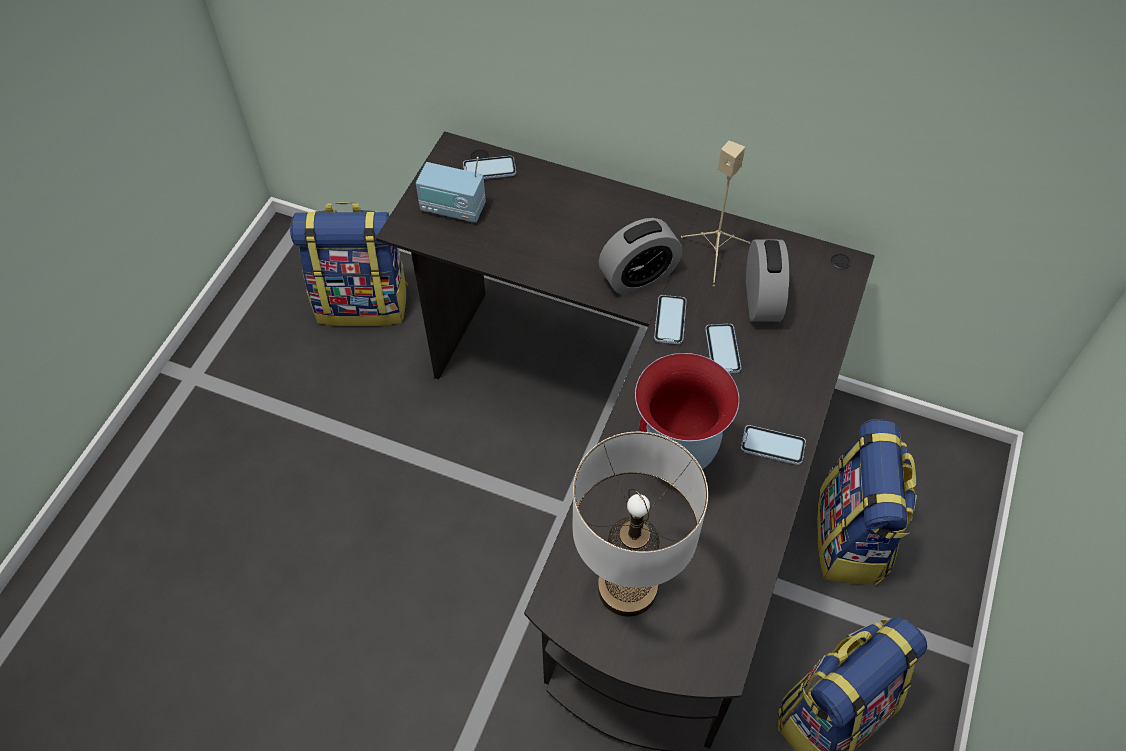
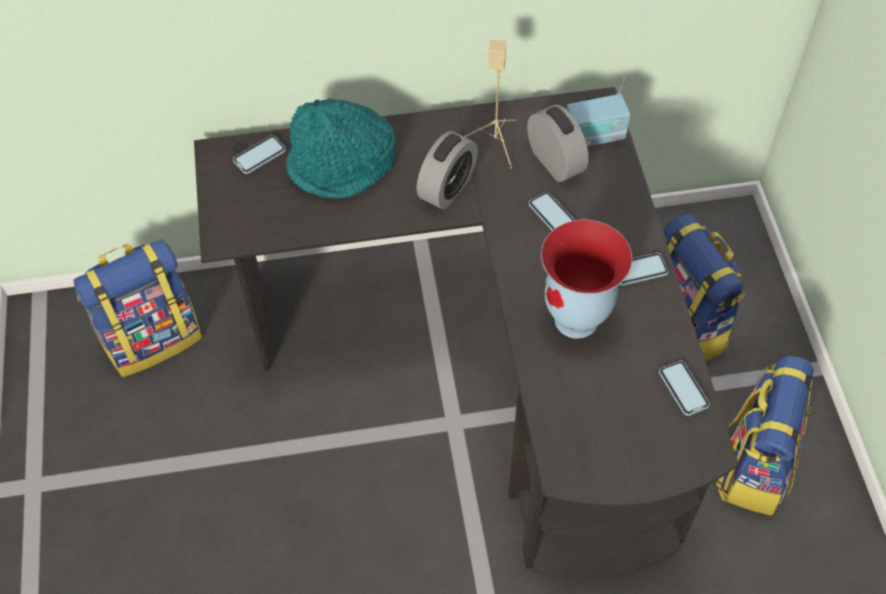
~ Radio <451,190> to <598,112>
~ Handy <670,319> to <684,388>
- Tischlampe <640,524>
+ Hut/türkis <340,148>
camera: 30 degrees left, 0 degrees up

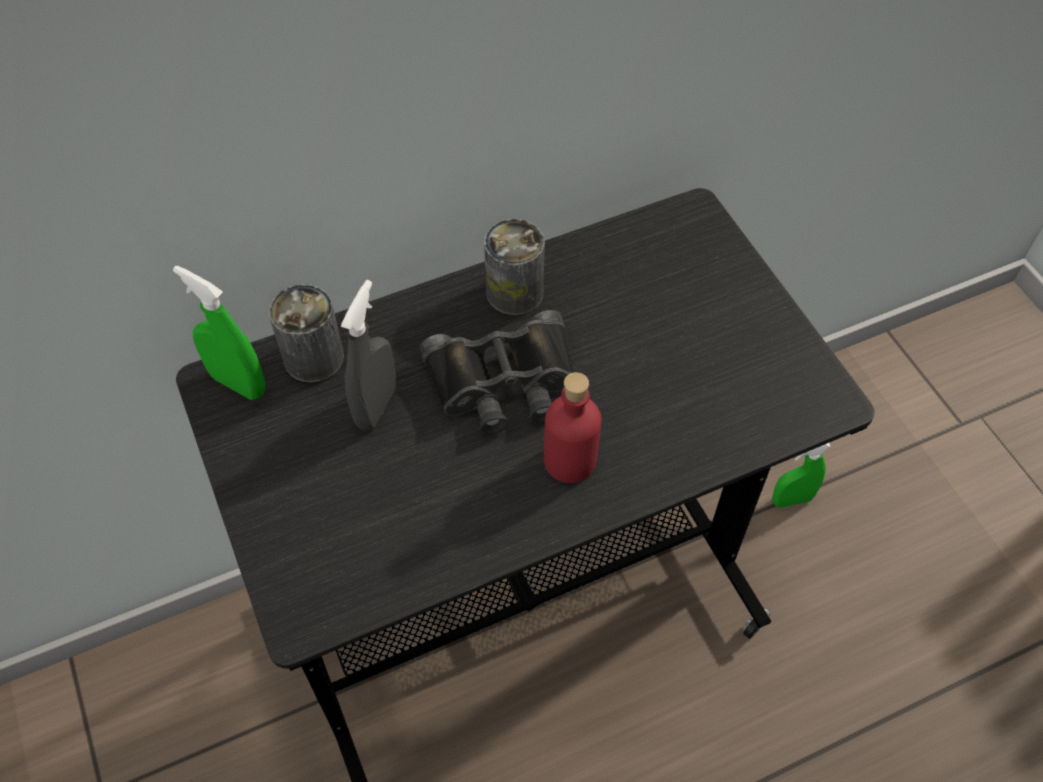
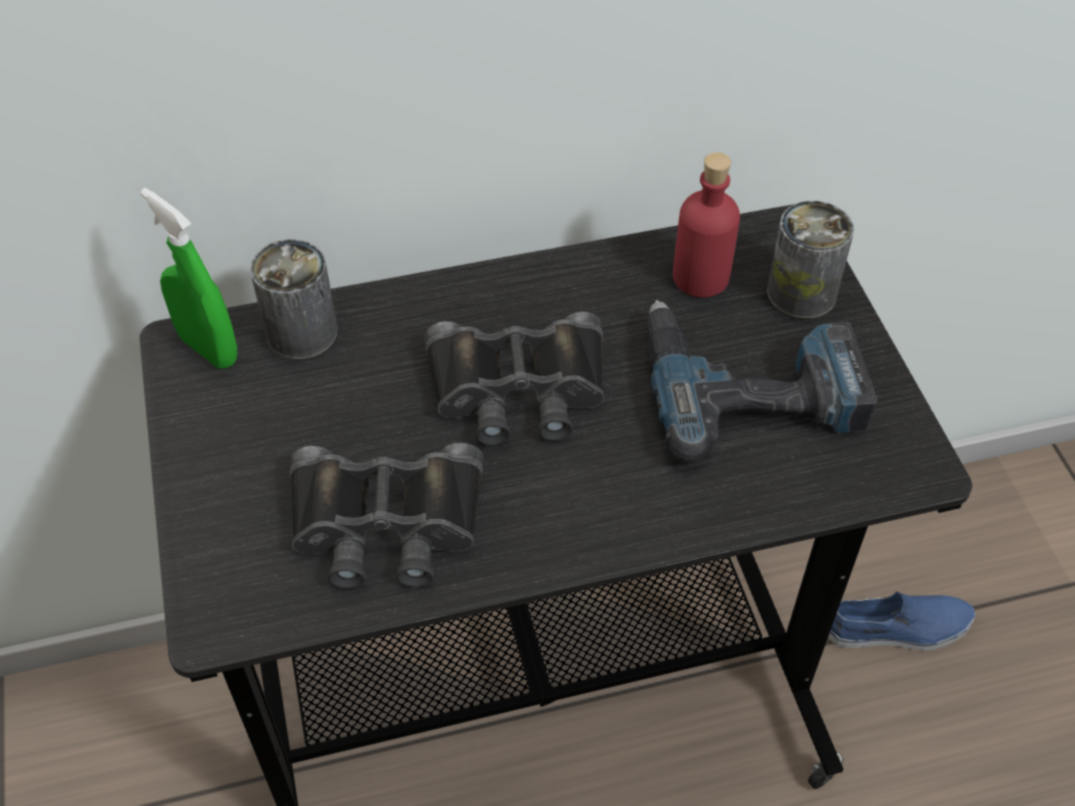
~ Dose <514,267> to <810,260>
- Sprühflasche/grau <368,355>
~ Flasche/rot <573,427> to <706,225>
~ Sprühflasche/grün <801,475> to Schuh/blau <902,621>
+ Bohrmaschine <762,381>
+ Fernglas/schwarz <386,516>
camera: 10 degrees right, 5 degrees down

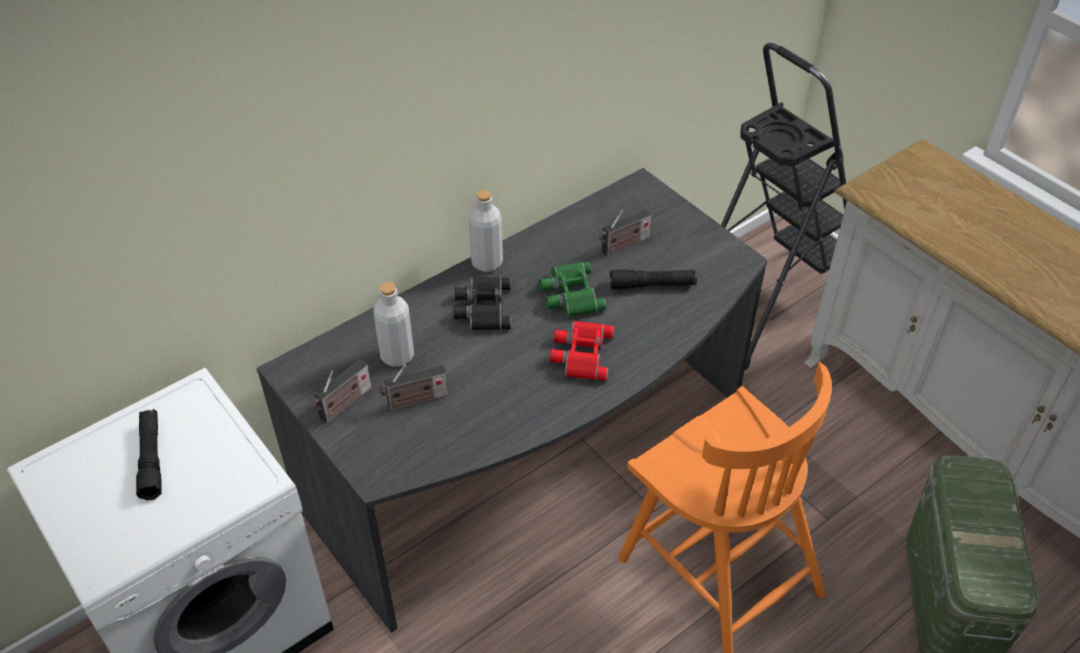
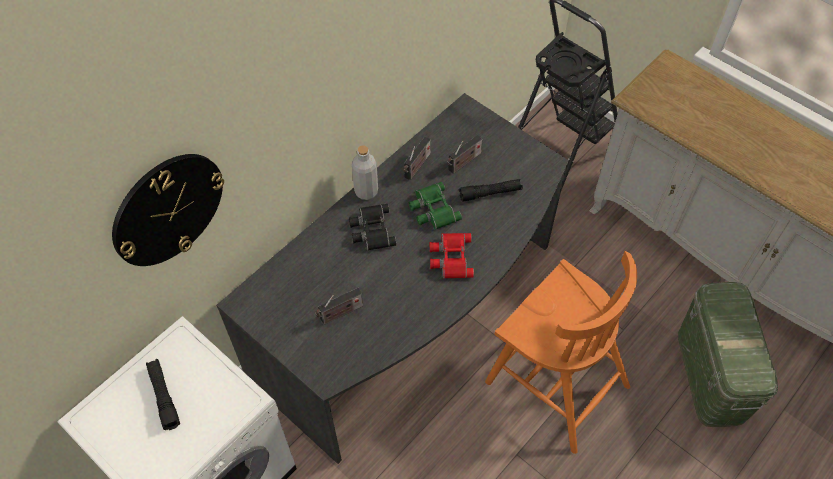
- Flasche/grau <393,324>
~ Radio <342,391> to <417,158>
+ Wanduhr <168,210>
camera: 10 degrees left, 10 degrees up

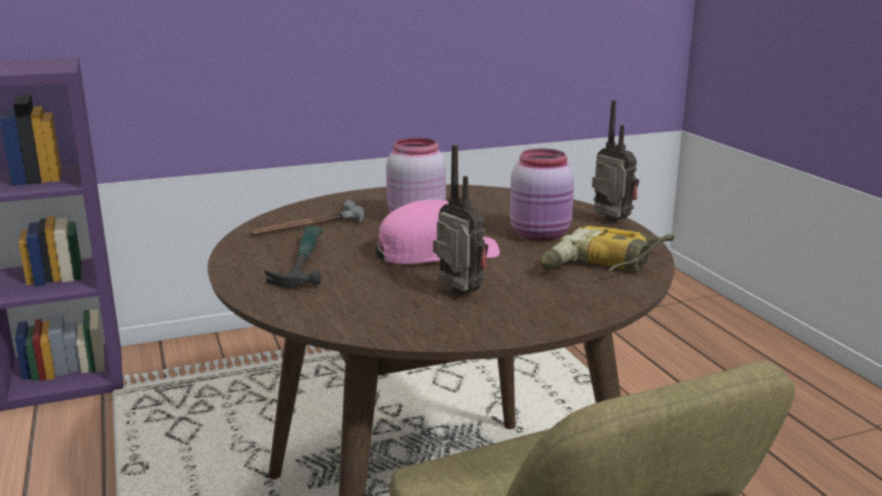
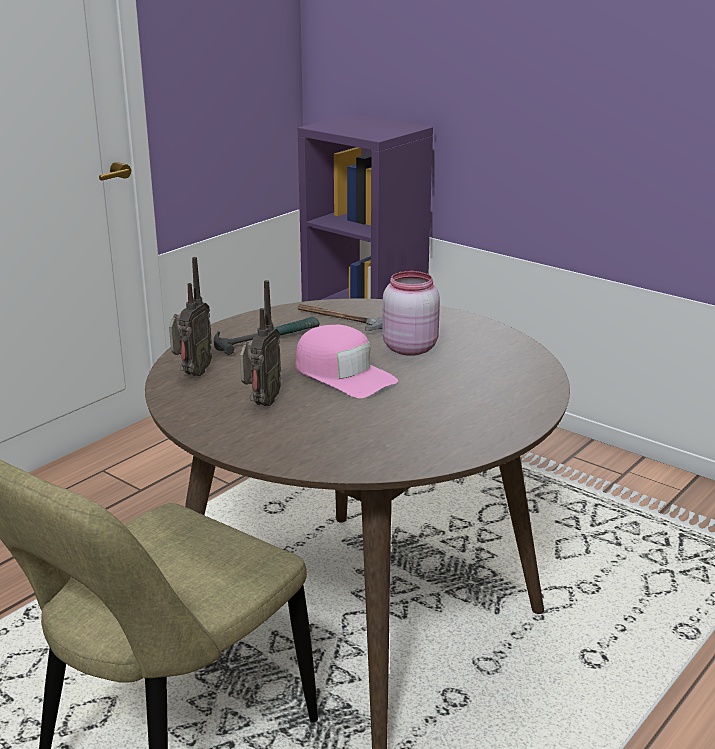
~ Radio <615,161> to <190,316>
- Vorratsglas/rosa <542,194>
- Bohrmaschine <607,249>
camera: 60 degrees right, 5 degrees up

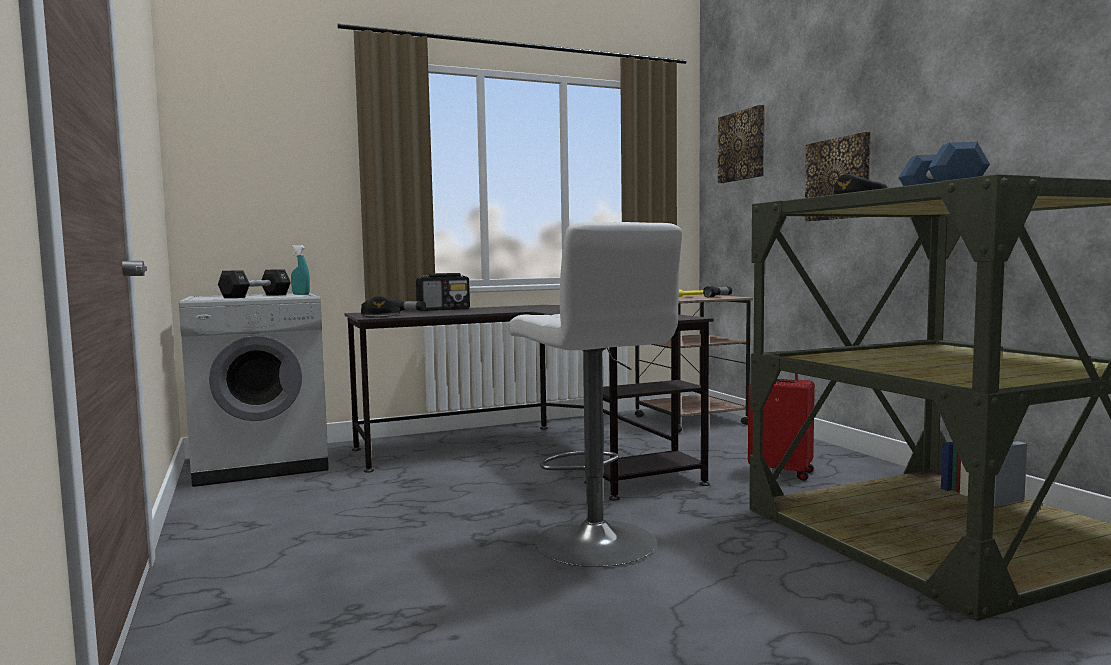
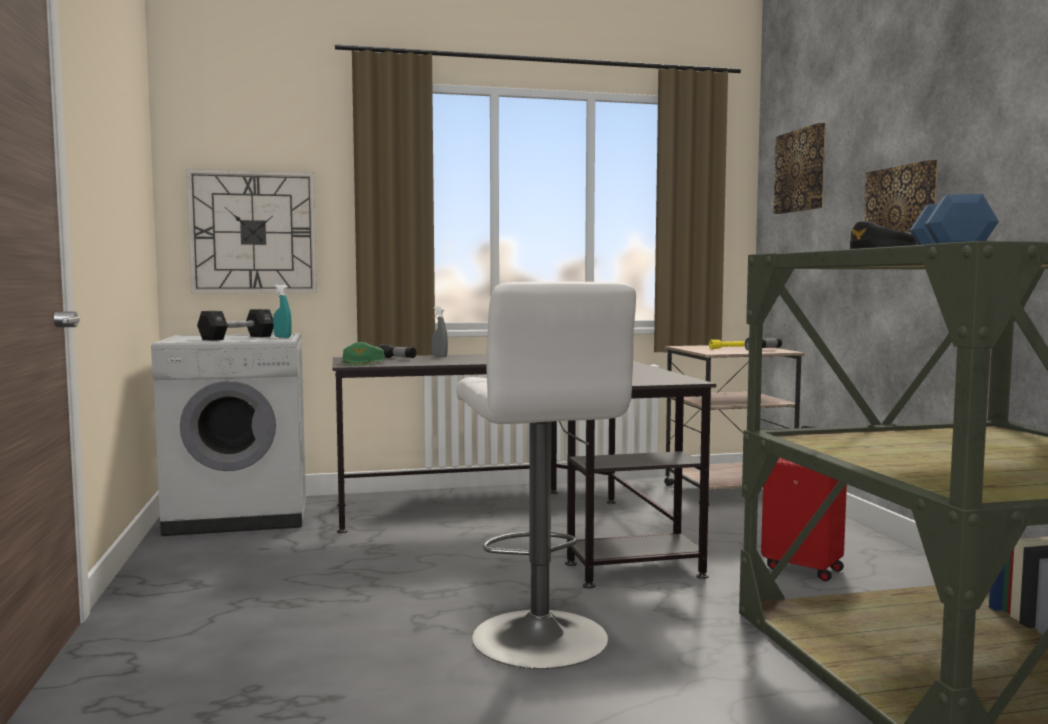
~ Radio <443,292> to Sprühflasche/grau <440,332>
~ Kappe/schwarz <380,307> to Kappe/grün <363,354>
+ Wanduhr <251,231>
camera: 10 degrees right, 0 degrees up

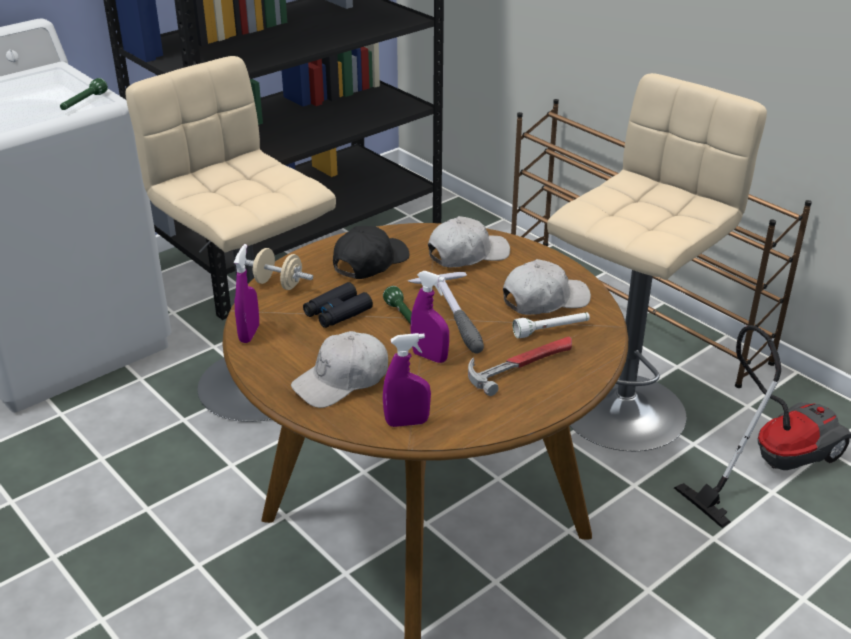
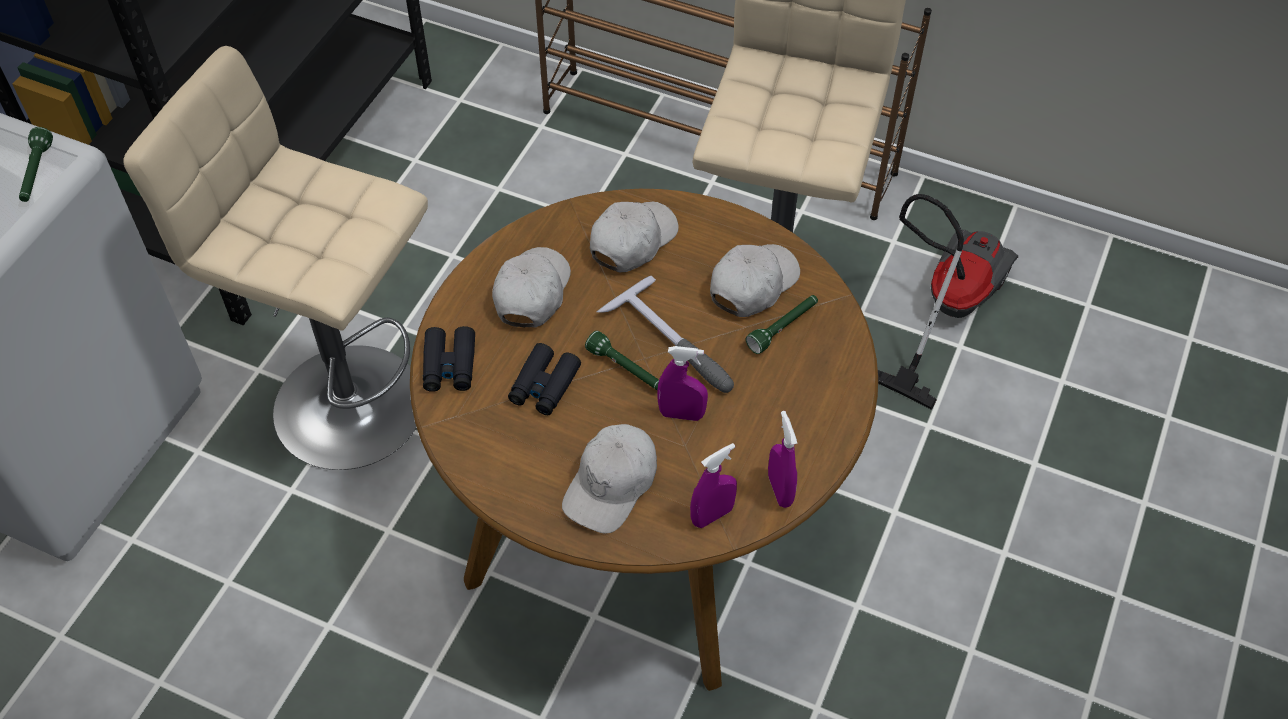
~ Kappe/schwarz <371,252> to Kappe/weiß <531,287>
~ Sprühflasche/lila <246,293> to <782,459>
~ Hantel/beige <279,269> to Fernglas/schwarz <449,359>
~ Taschenlampe/weiß <551,325> to Taschenlampe/grün <782,324>
- Hammer <520,366>
camera: 25 degrees left, 20 degrees up

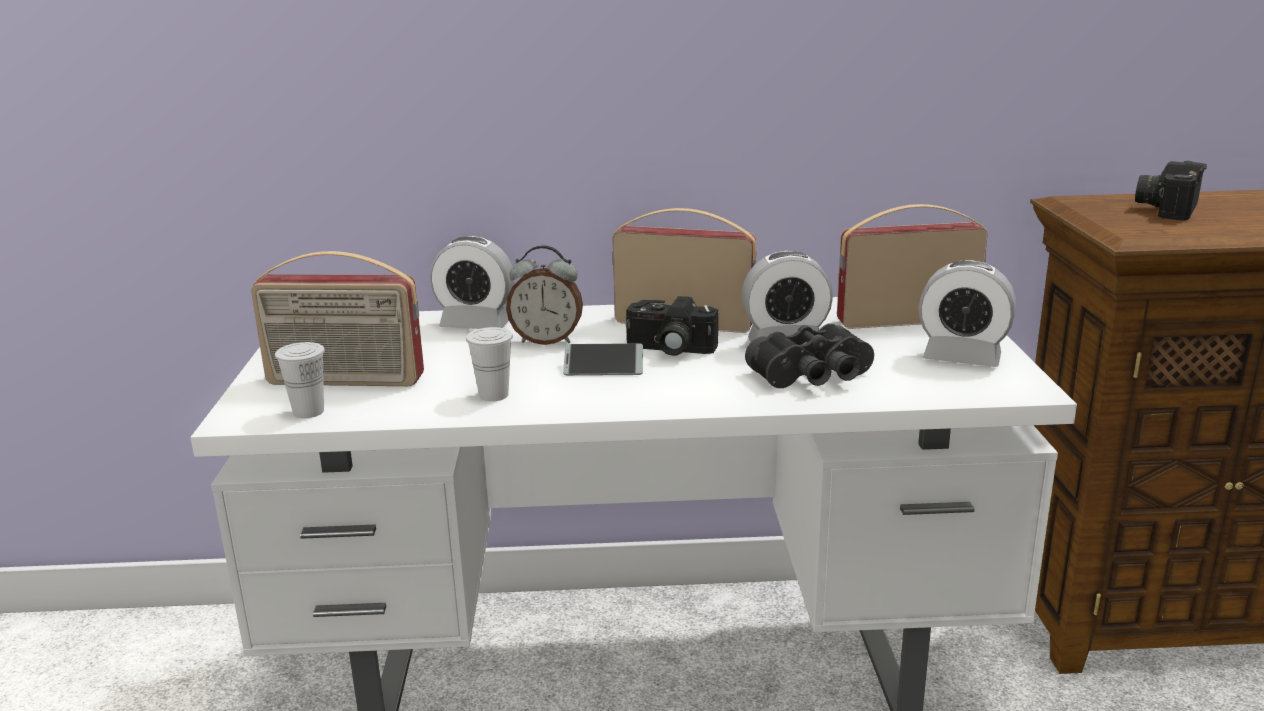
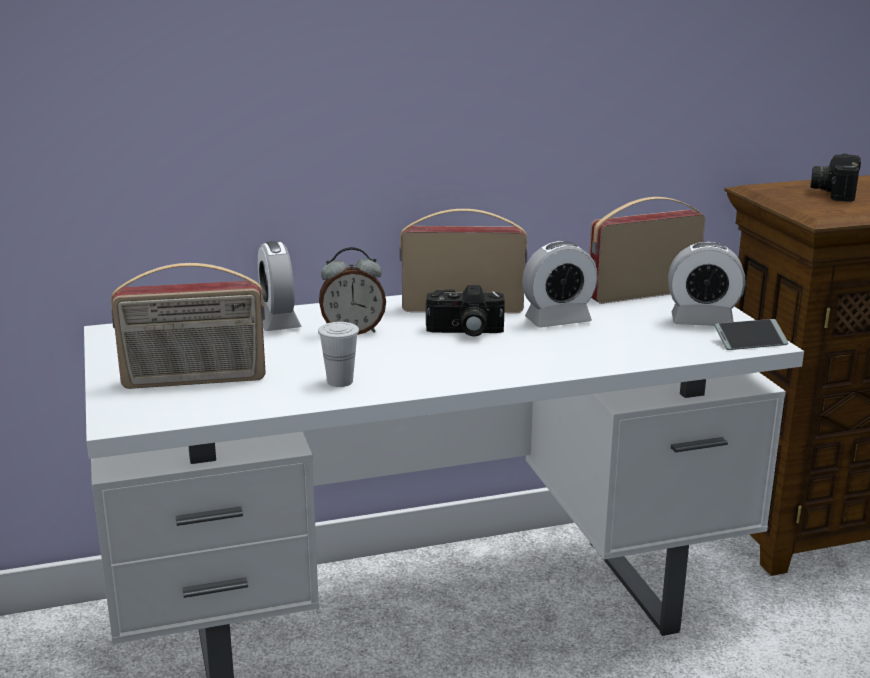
~ Wecker <472,282> = <279,286> 75 degrees clockwise
- Fernglas/schwarz <809,355>
- Tasse/weiß <300,380>
~ Handy <603,359> to <751,334>
camera: 15 degrees left, 0 degrees up

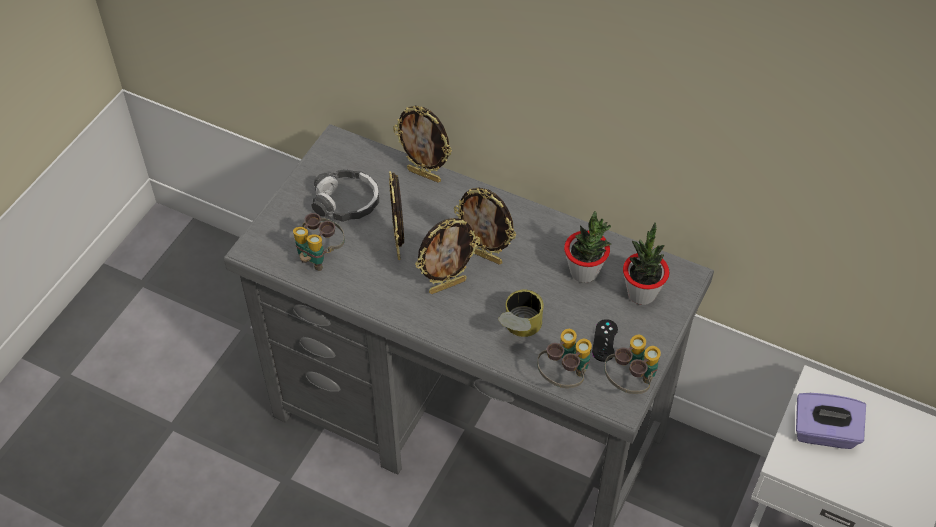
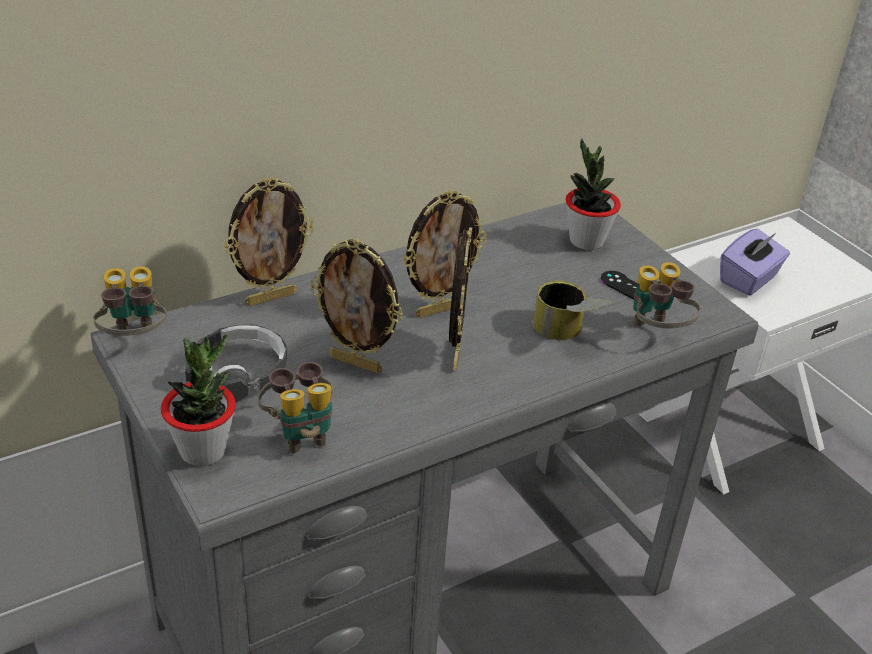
~ Topfpflanze <587,247> to <198,400>
~ Fernglas <632,364> to <130,301>
camera: 60 degrees left, 15 degrees down

